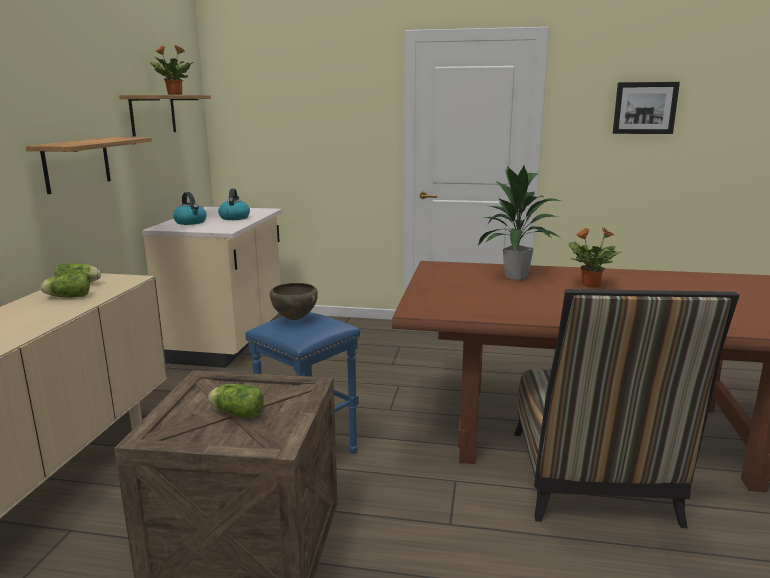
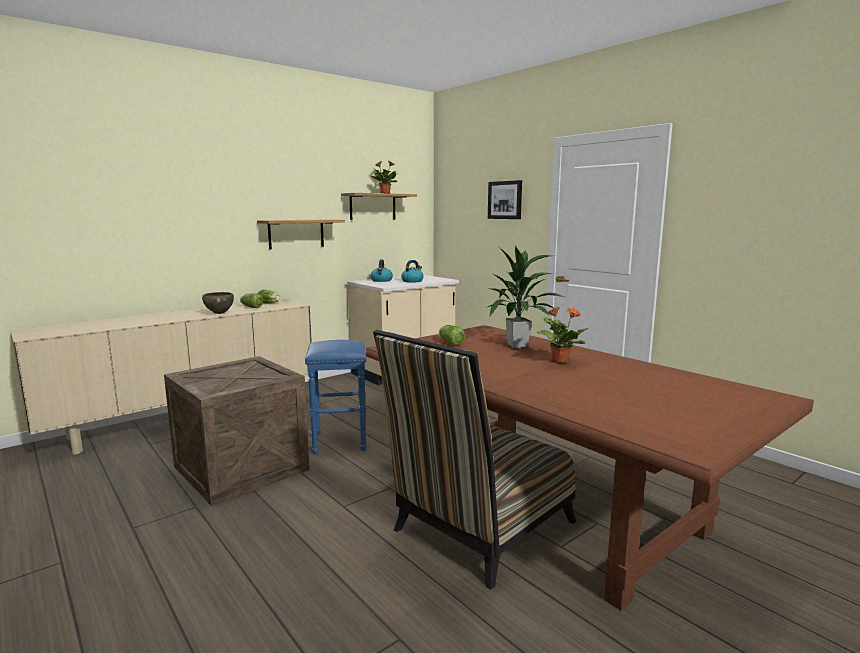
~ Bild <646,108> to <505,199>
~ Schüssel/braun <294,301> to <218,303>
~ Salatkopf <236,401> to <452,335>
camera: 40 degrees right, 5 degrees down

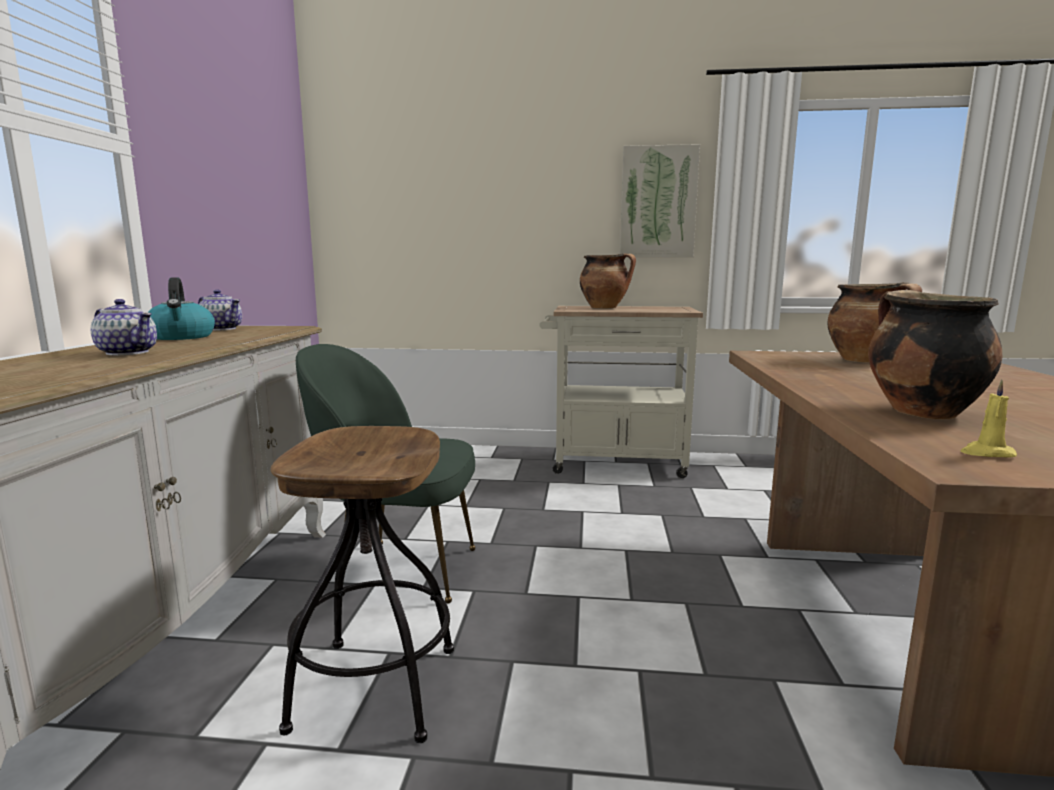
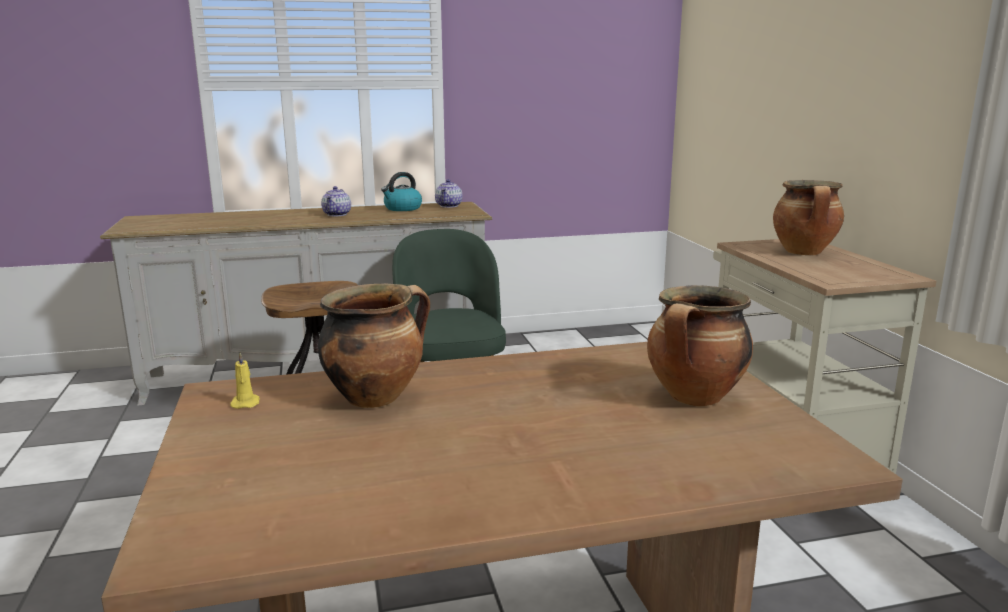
- Bild <660,200>
camera: 70 degrees right, 5 degrees up

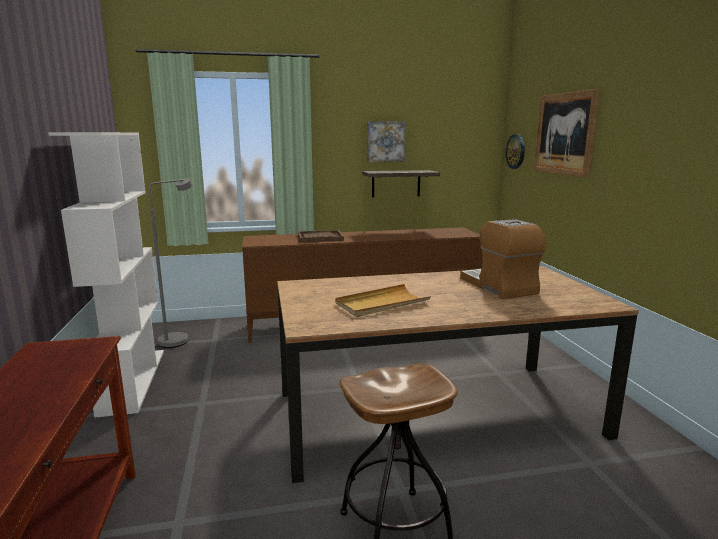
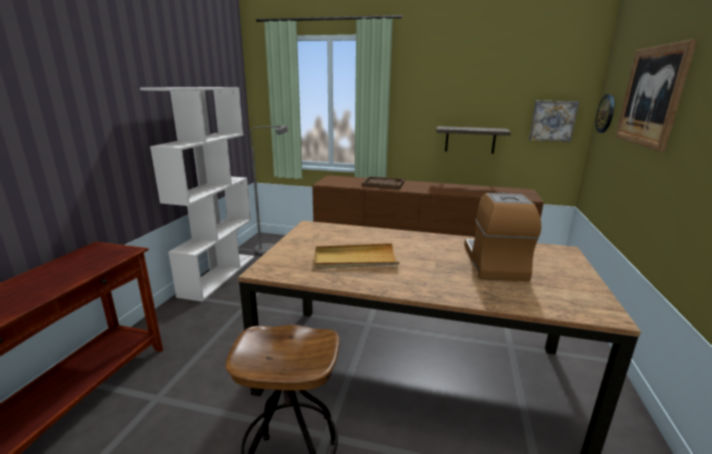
~ Bild <386,141> to <554,121>
camera: 25 degrees right, 5 degrees up

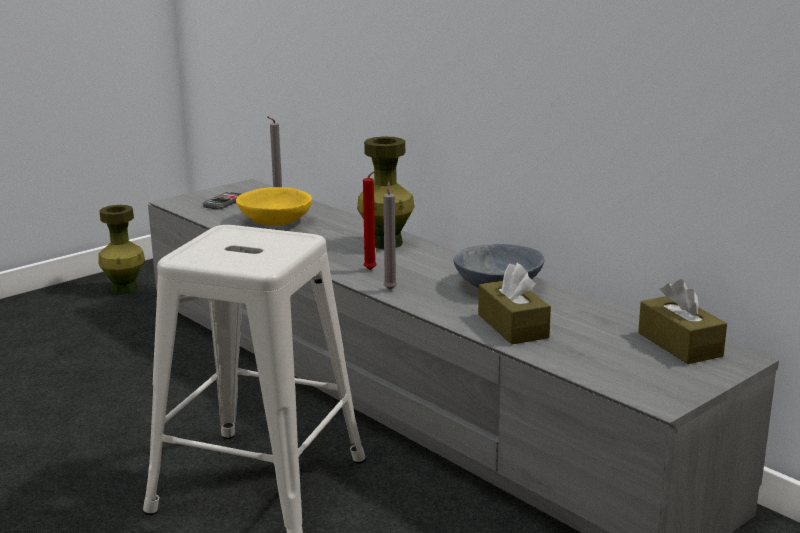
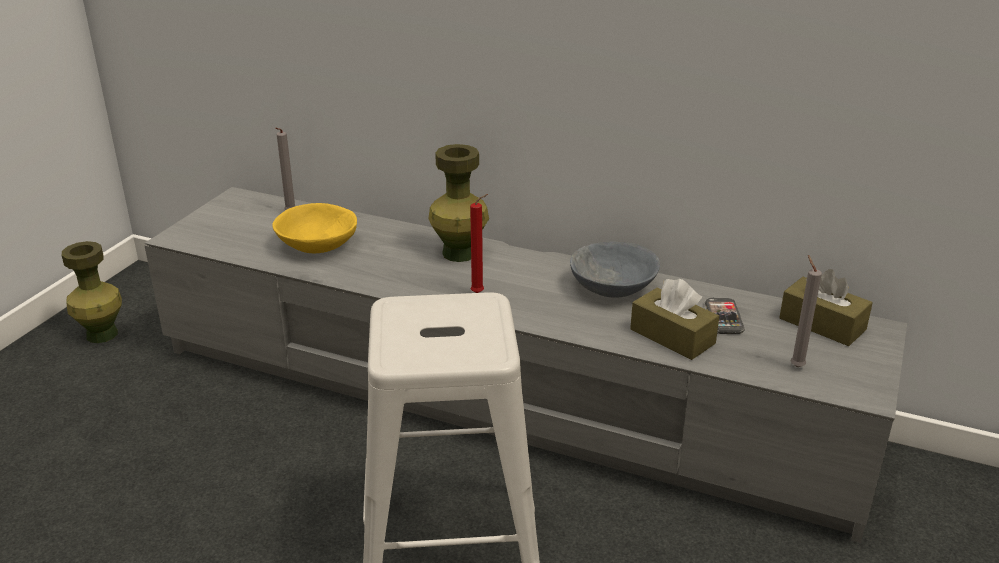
~ Kerze/grau <390,235> to <806,311>
~ Handy <221,201> to <725,316>
camera: 25 degrees left, 10 degrees up

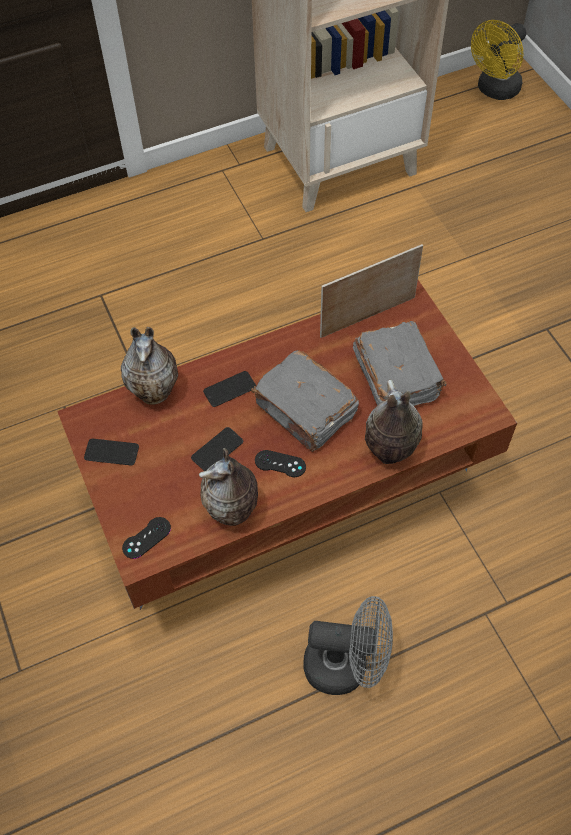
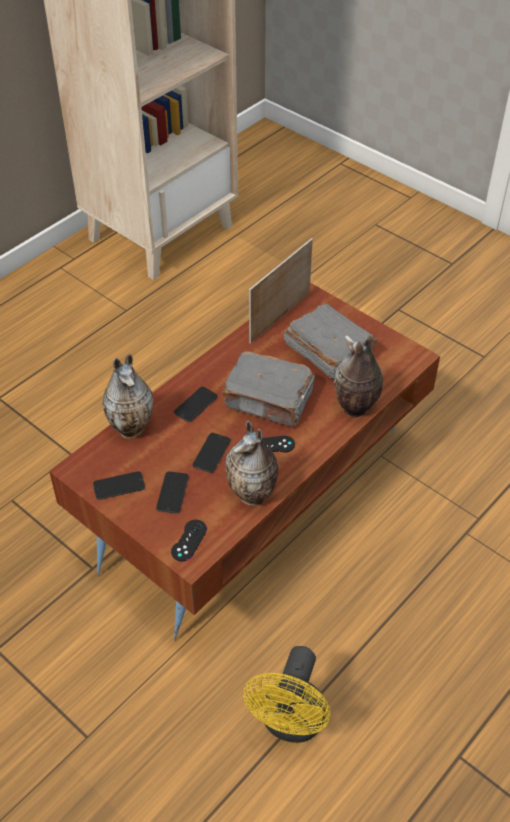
~ Ventilator/gelb <498,60> to <287,694>
- Ventilator/grau <348,645>
+ Handy <172,492>
camera: 25 degrees left, 10 degrees down

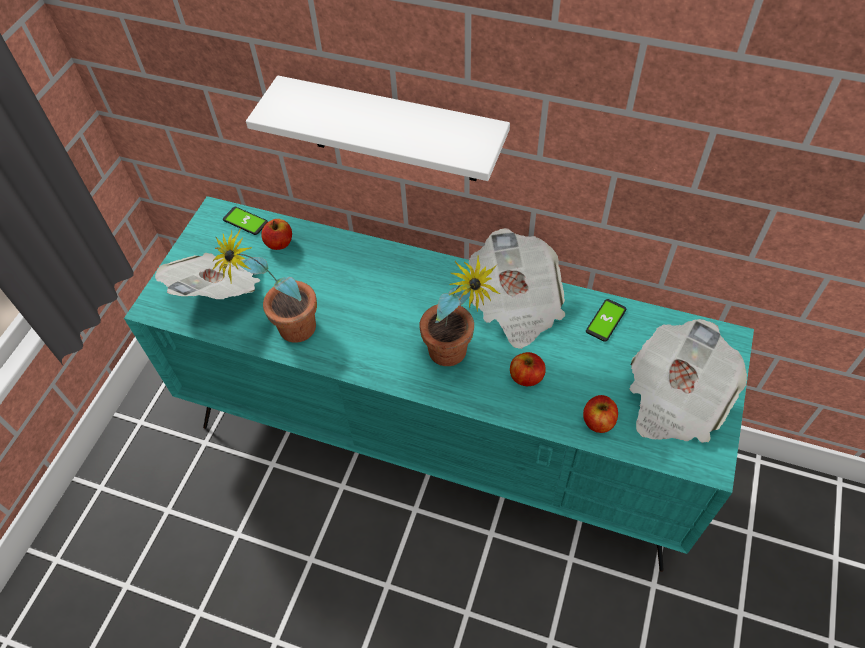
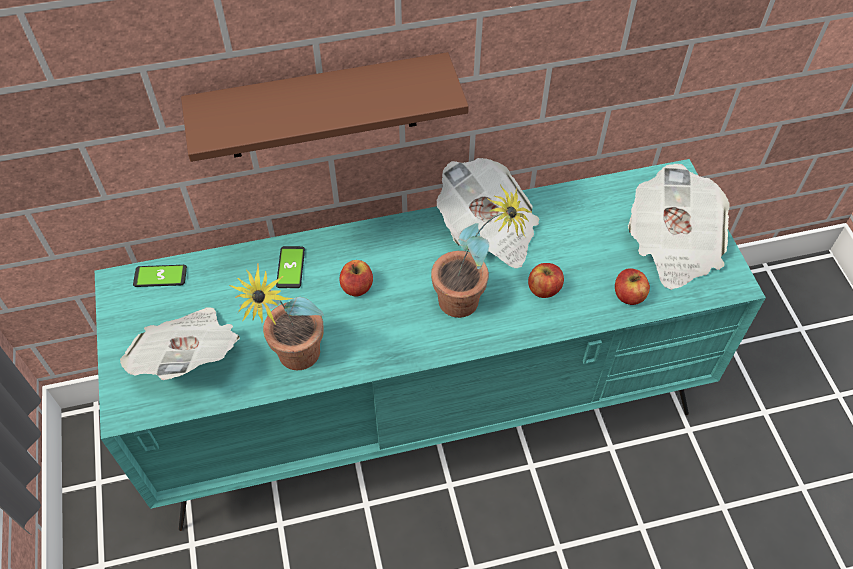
~ Wandregal/weiß <378,128> to Wandregal/braun <325,107>
~ Apfel <276,234> to <356,278>
~ Handy <606,320> to <290,267>
camera: 35 degrees left, 0 degrees up

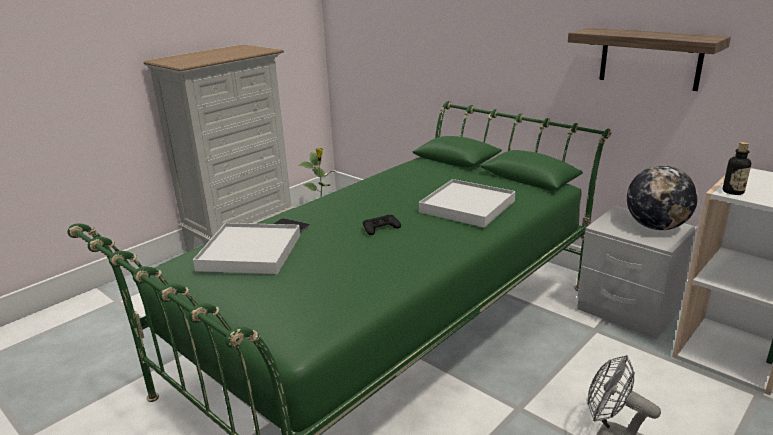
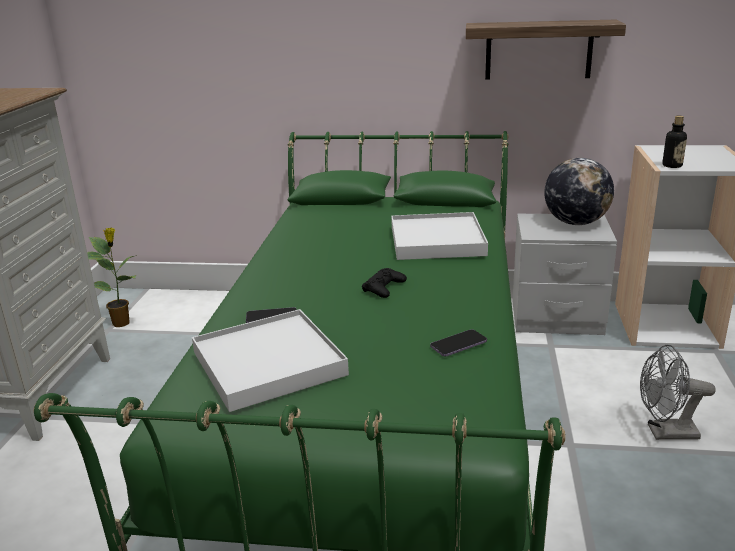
+ Handy <458,342>
camera: 35 degrees left, 0 degrees up

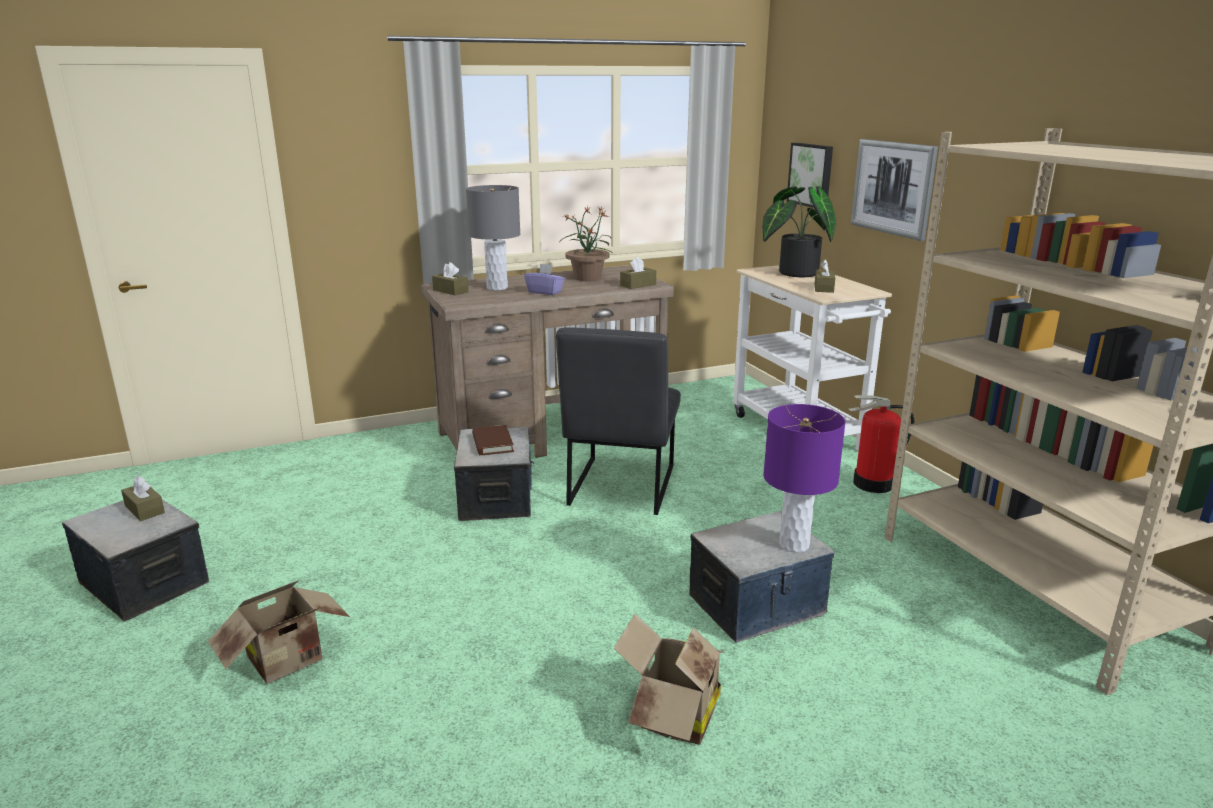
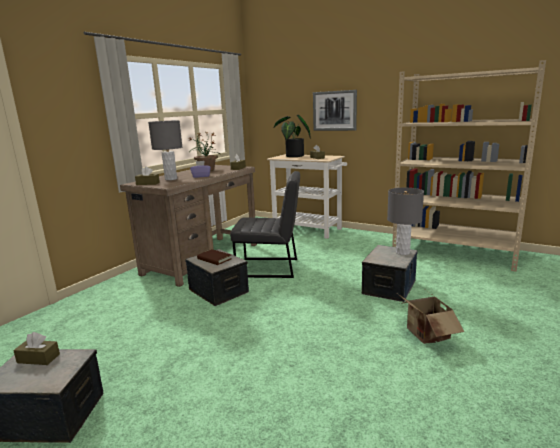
- Bild <810,175>
~ Stuhl/grau <618,421> = <265,224> 60 degrees counterclockwise
- Feuerlöscher <881,444>
~ Tischlampe/lila <804,478> to Tischlampe/grau <405,221>
- Karton <279,632>
camera: 35 degrees left, 5 degrees down

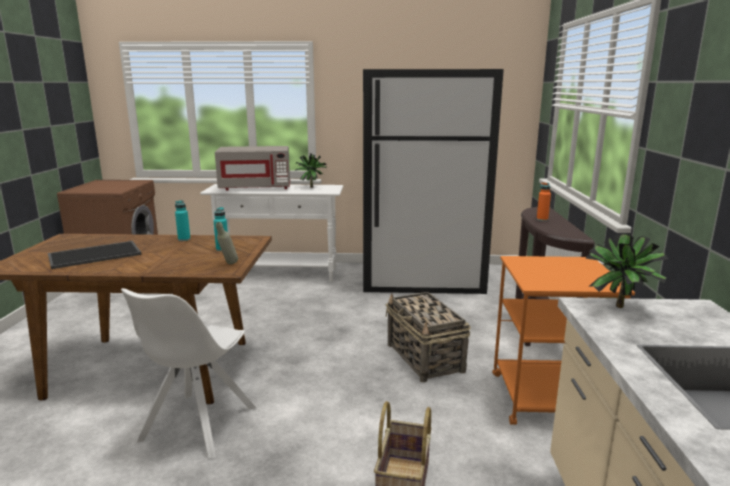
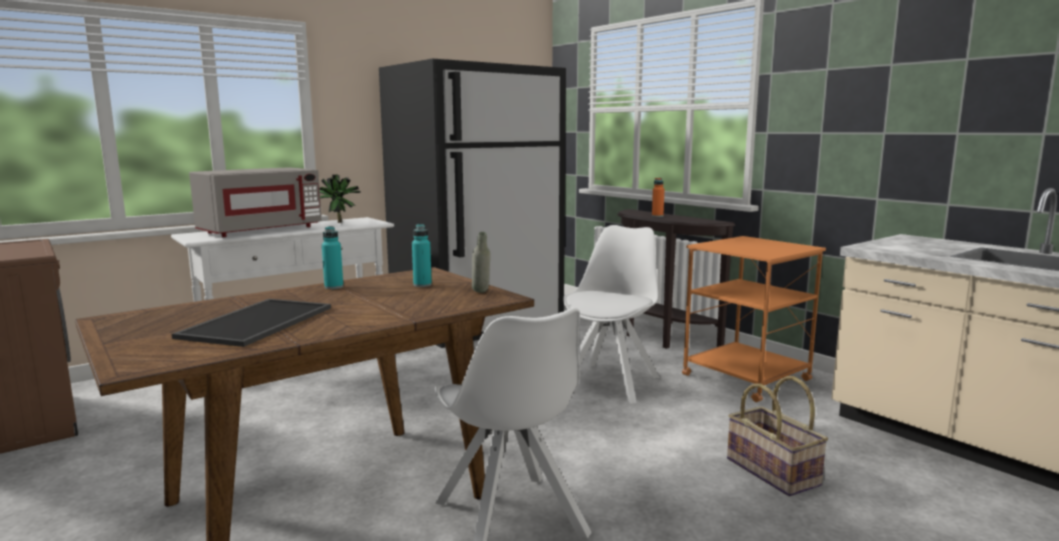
- Topfpflanze <626,270>
~ Korb <428,337> to Stuhl/weiß <611,314>
camera: 40 degrees left, 5 degrees down

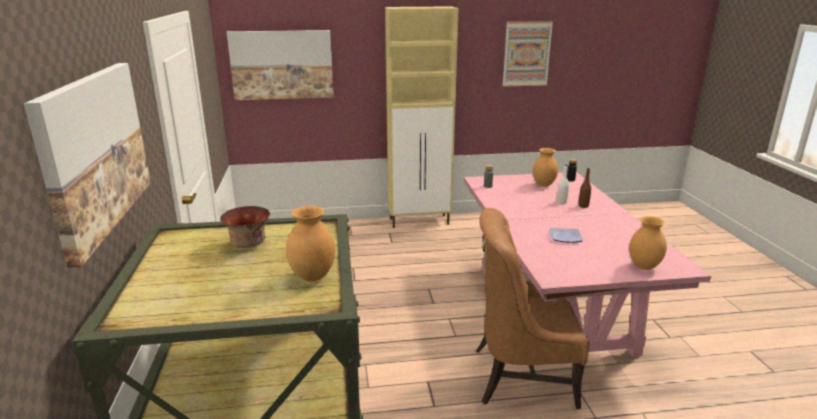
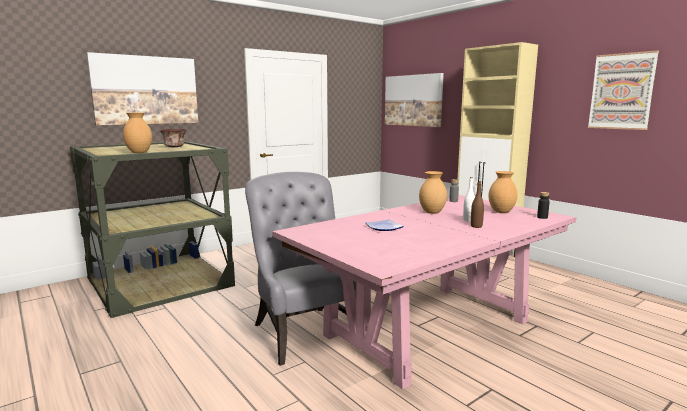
~ Stuhl/braun <532,308> to Stuhl/grau <300,269>
~ Vase/braun <648,243> to <433,192>
camera: 60 degrees right, 10 degrees down

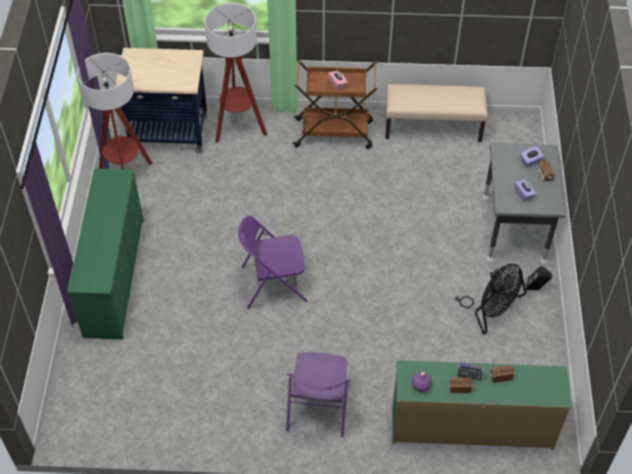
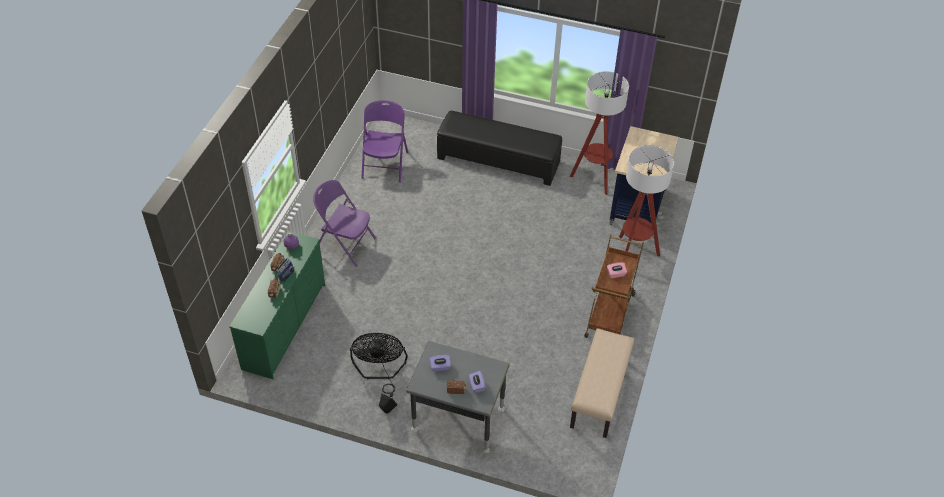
~ Kommode/grün <105,253> to Bank/schwarz <499,148>
~ Stuhl/lila <273,262> to <384,141>
~ Ventilator/schwarz <490,299> = <379,365> 120 degrees clockwise
camera: 105 degrees right, 5 degrees down

